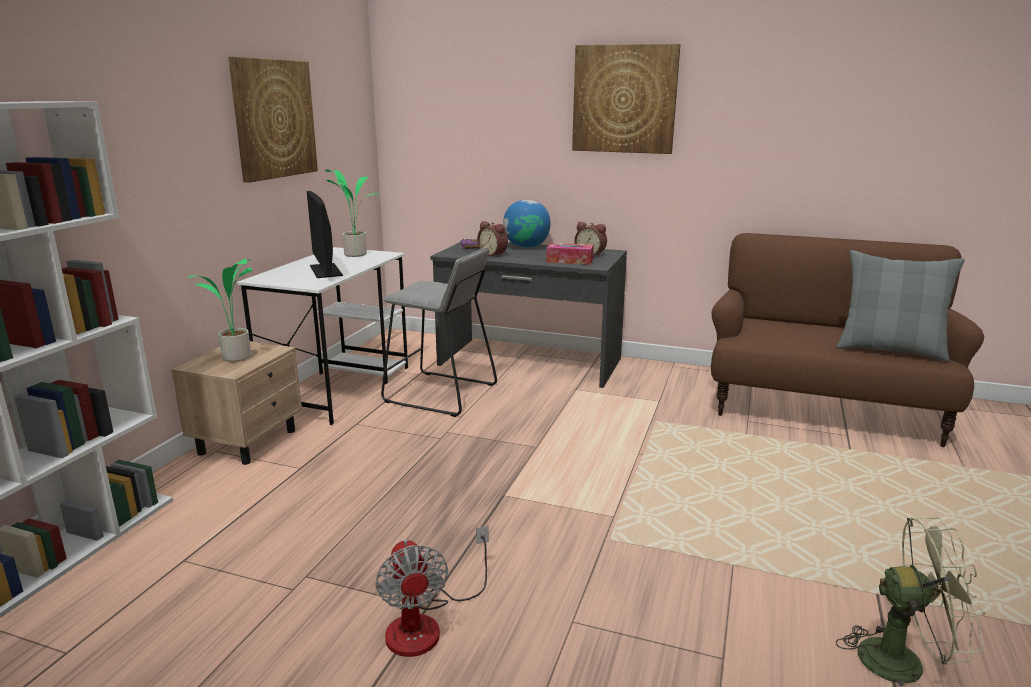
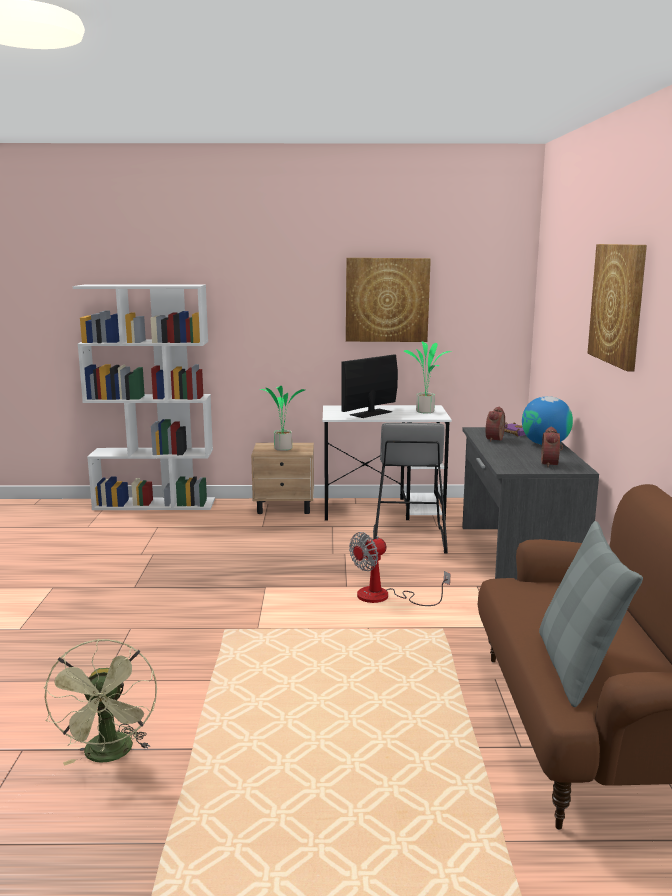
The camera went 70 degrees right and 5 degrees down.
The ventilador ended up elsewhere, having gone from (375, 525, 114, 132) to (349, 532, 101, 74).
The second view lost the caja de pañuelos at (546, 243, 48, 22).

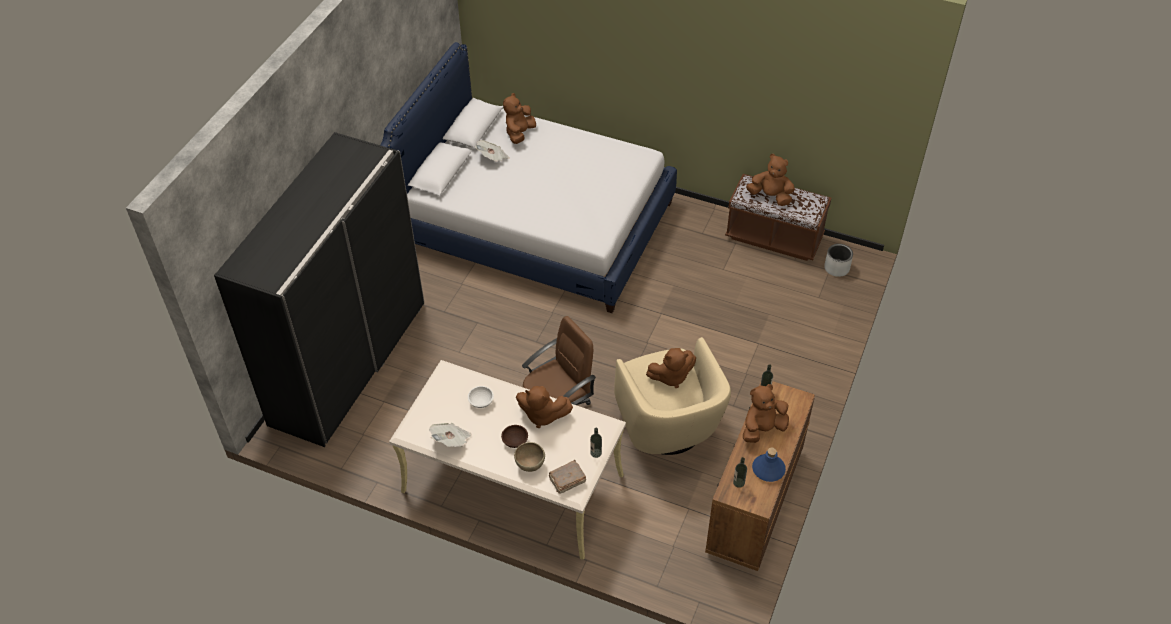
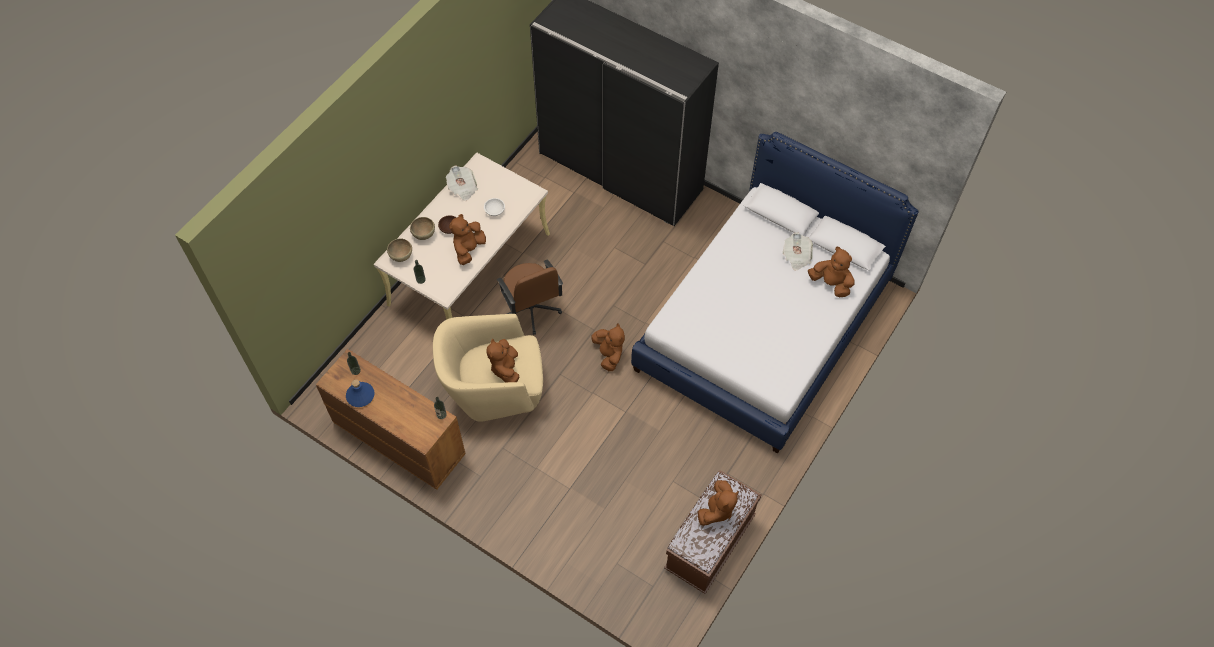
The camera went 100 degrees right and 10 degrees up.
Where the libro/marrón stood at (549, 460, 37, 34), the cuenco/marrón came to stand at (387, 239, 25, 23).
The peluche/marrón ended up elsewhere, having gone from (743, 384, 46, 59) to (592, 323, 33, 48).
The second view lost the maceta/gris at (824, 244, 29, 33).

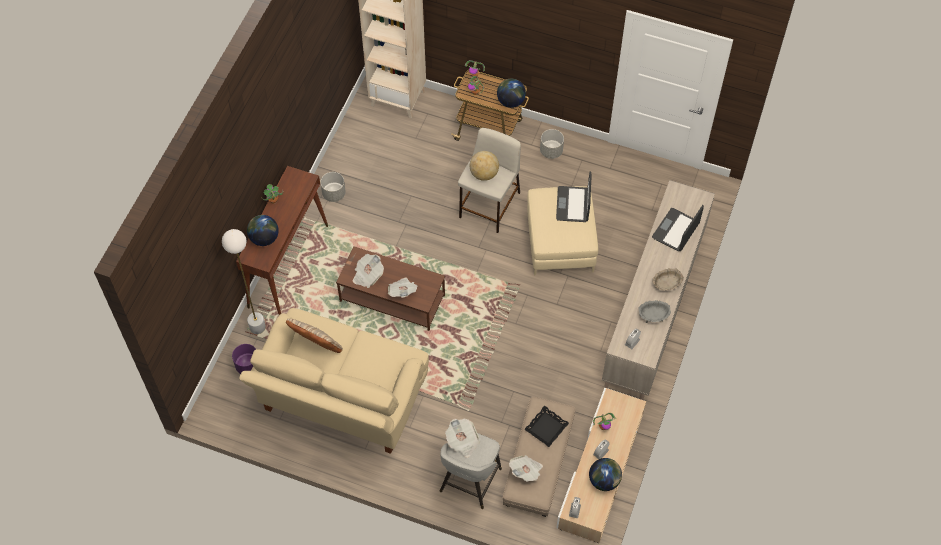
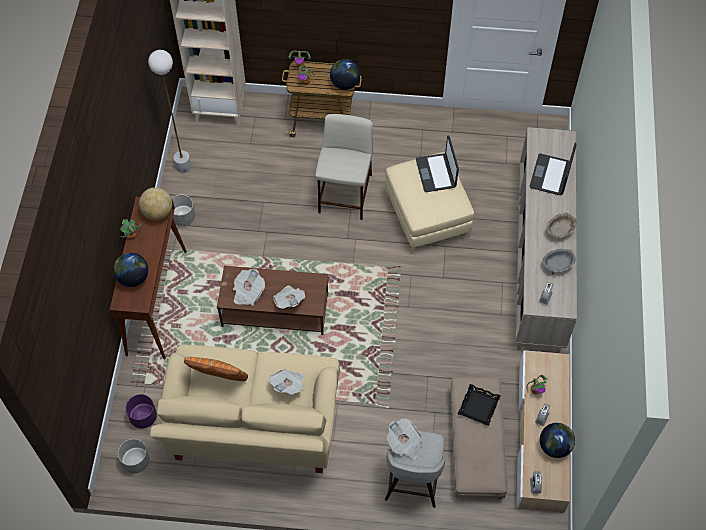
The camera went 15 degrees left and 0 degrees up.
The maceta/gris ended up elsewhere, having gone from (540, 129, 24, 30) to (118, 439, 32, 35).
The globo terráqueo ended up elsewhere, having gone from (469, 151, 30, 30) to (139, 187, 33, 33).
The lámpara de pie/blanco ended up elsewhere, having gone from (222, 229, 44, 105) to (148, 50, 43, 123).
What was the cojín/beis at (286, 318, 57, 35) turned into the cojín/naranja at (184, 357, 64, 24).
The periódico ended up elsewhere, having gone from (509, 455, 34, 27) to (269, 369, 36, 25).

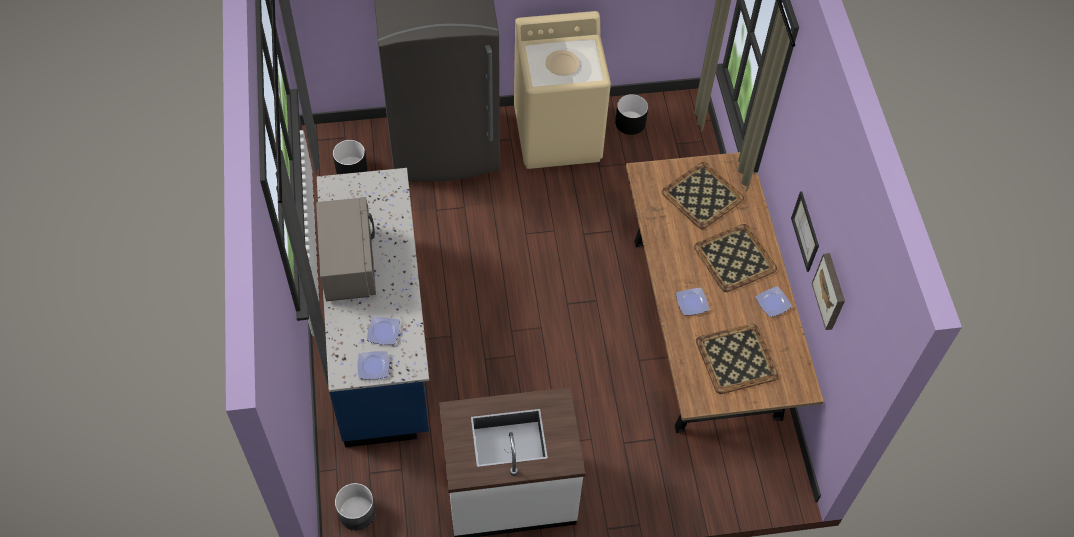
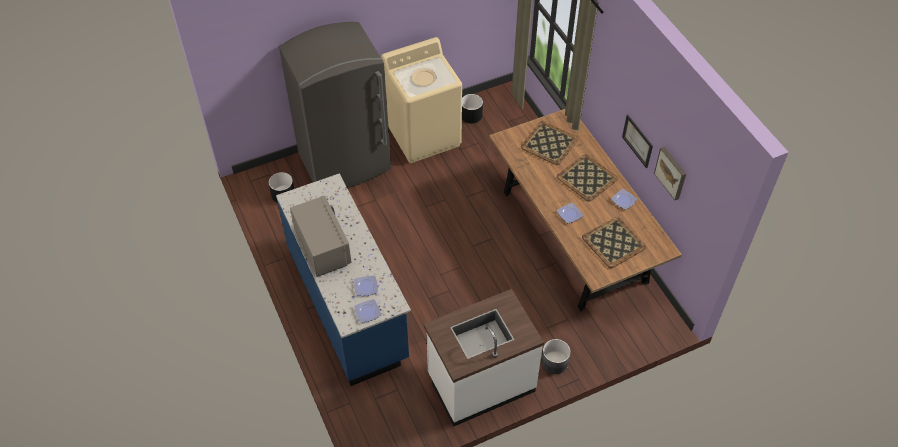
The camera went 15 degrees left and 5 degrees down.
The maceta/gris ended up elsewhere, having gone from (335, 483, 41, 47) to (541, 339, 30, 35).

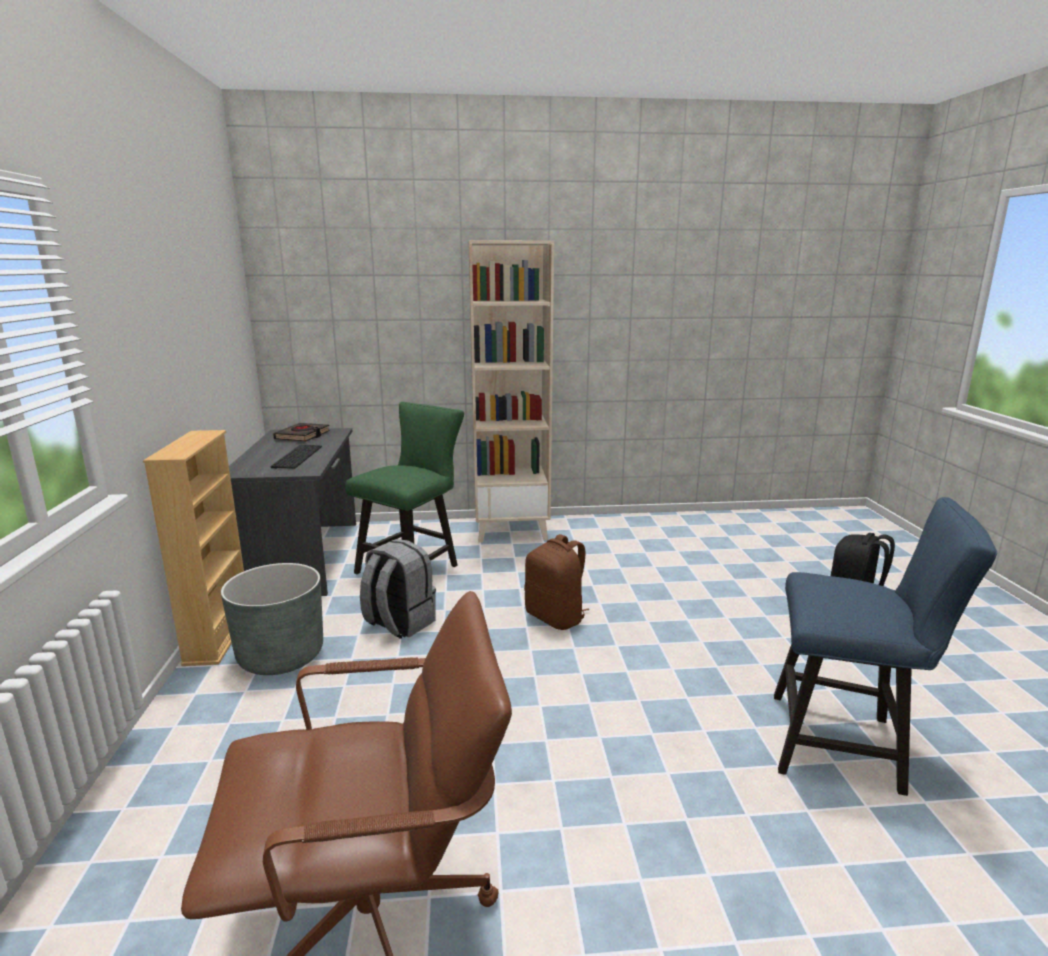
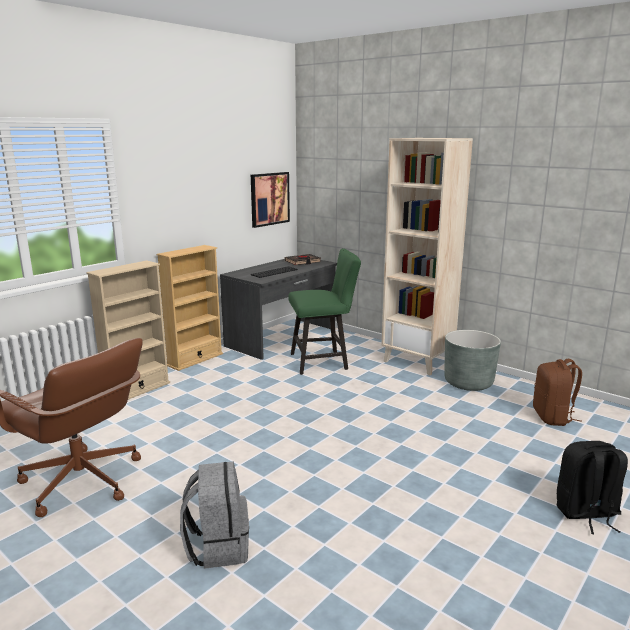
The camera went 45 degrees right and 0 degrees up.
The second view gained the estantería/beis at (86, 261, 84, 139).
The mochila/gris ended up elsewhere, having gone from (360, 539, 76, 100) to (180, 462, 69, 107).
The second view gained the cuadro at (251, 172, 39, 56).
The maceta/gris ended up elsewhere, having gone from (221, 563, 102, 112) to (444, 330, 57, 61).
The mochila/marrón ended up elsewhere, having gone from (524, 534, 66, 96) to (533, 359, 49, 67).
The second view lost the silla/azul at (774, 497, 223, 299).

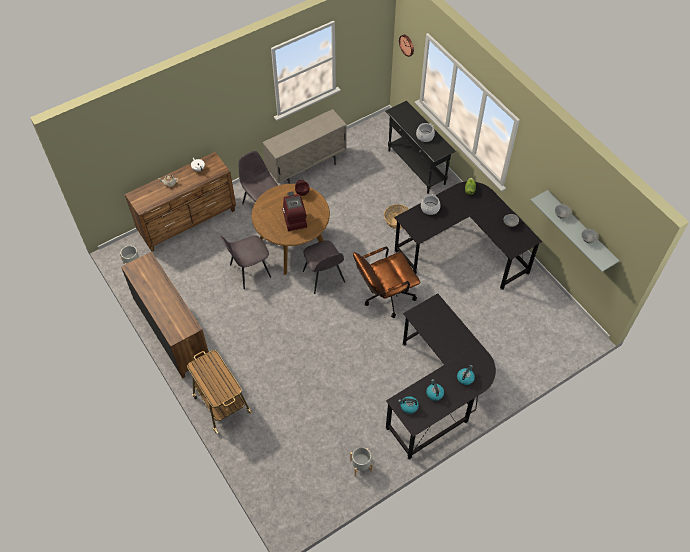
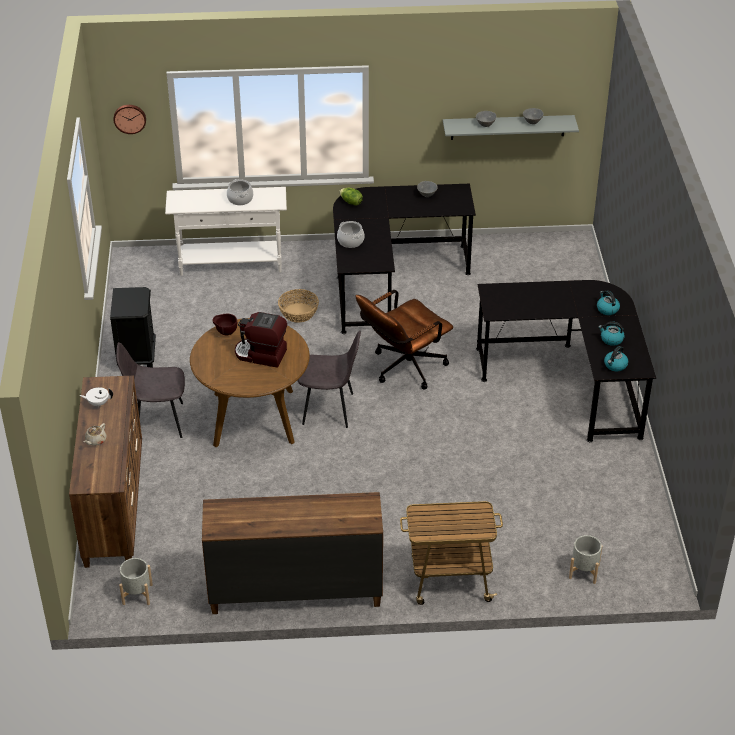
The camera went 60 degrees left and 15 degrees down.
Where the armario/beis stood at (262, 109, 85, 75), the mesita de noche/negro came to stand at (110, 287, 46, 80).
What was the mesa consola/negro at (385, 101, 71, 93) turned into the mesa consola/blanco at (165, 187, 122, 89).
The silla de oficina/marrón at (353, 247, 67, 71) ended up facing another way, 45 degrees clockwise from before.
The maceta/gris ended up elsewhere, having gone from (350, 447, 23, 30) to (569, 535, 33, 49).
The second view lost the silla/gris at (221, 236, 50, 53).

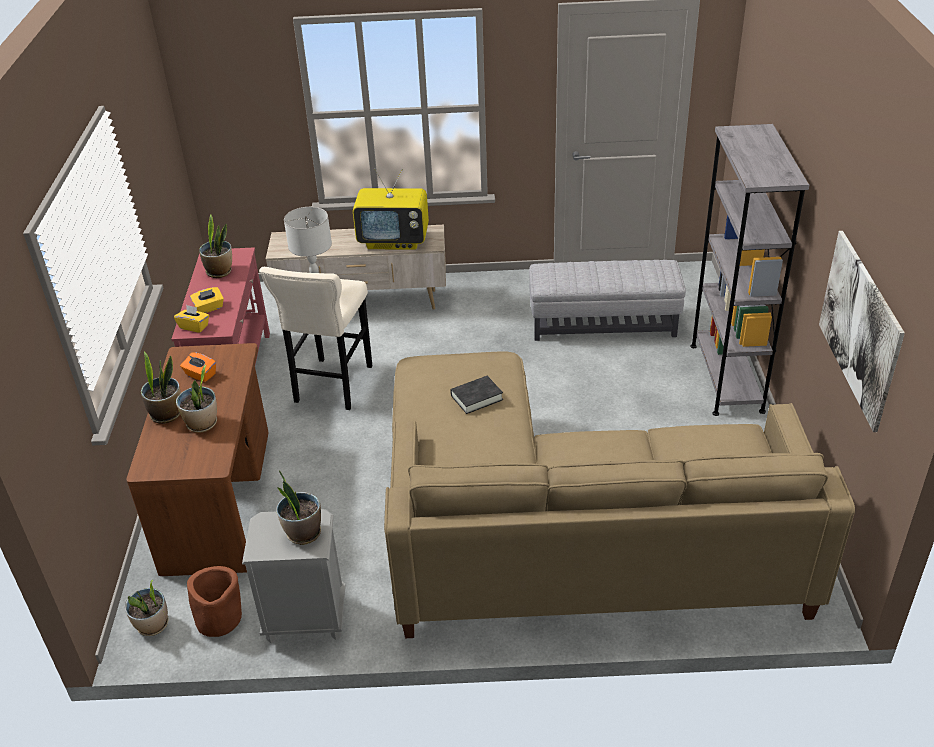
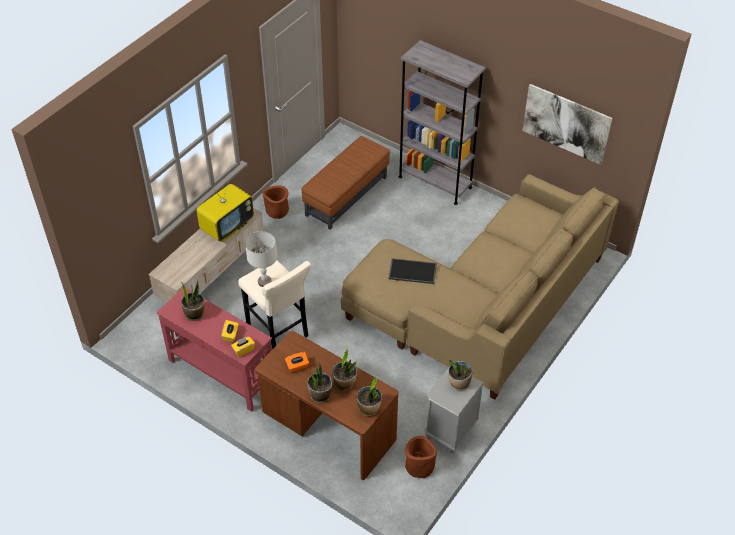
The camera went 55 degrees left and 10 degrees up.
The second view gained the maceta/marrón at (262, 185, 27, 34).
What was the puf/gris at (529, 260, 157, 81) turned into the puf/marrón at (302, 136, 88, 94).
The planta en maceta ended up elsewhere, having gone from (125, 580, 44, 56) to (357, 376, 25, 40).
Where the libro/negro stood at (450, 376, 53, 38), the bandeja came to stand at (388, 258, 49, 26).

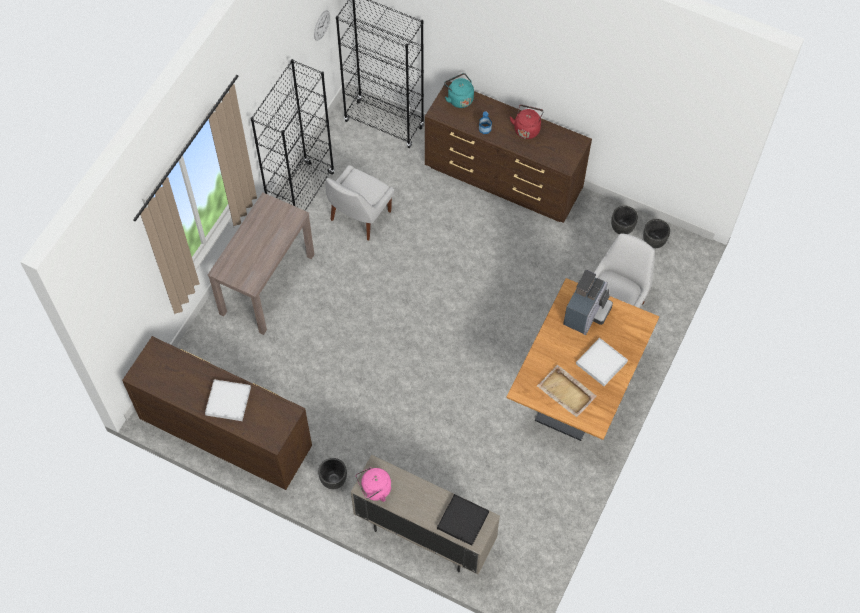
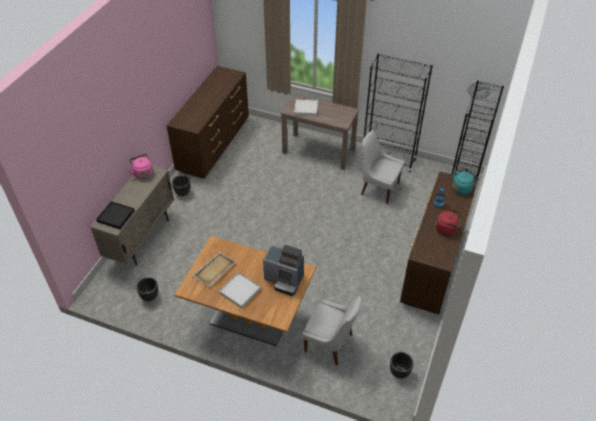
The camera went 85 degrees right and 15 degrees down.
The maceta/negro ended up elsewhere, having gone from (611, 206, 27, 28) to (136, 277, 22, 24).
The bandeja/blanco ended up elsewhere, having gone from (205, 379, 46, 42) to (294, 99, 24, 17).

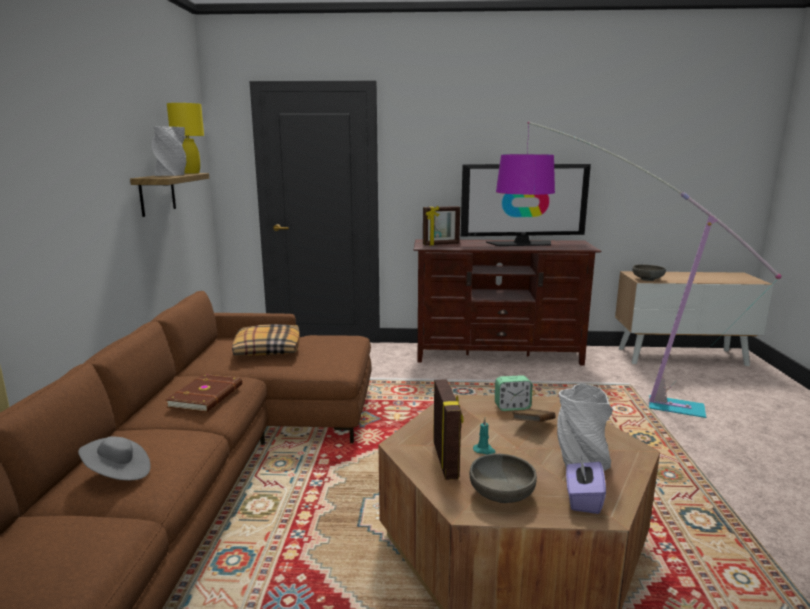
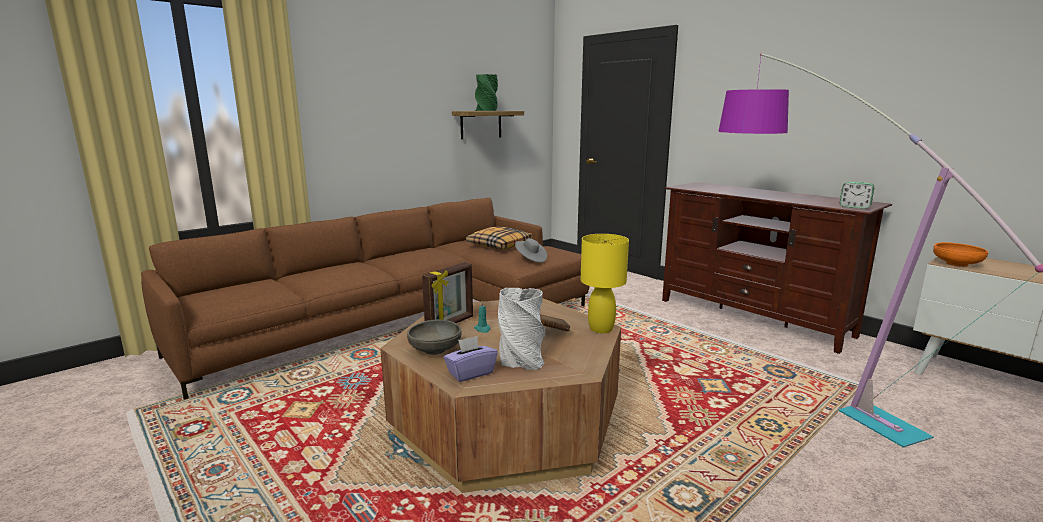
The camera went 45 degrees right and 0 degrees up.
What was the florero/gris at (152, 126, 34, 50) turned into the florero/verde at (475, 74, 23, 37).
The sombrero/gris ended up elsewhere, having gone from (78, 436, 73, 44) to (515, 238, 32, 25).
The lámpara de mesa/amarillo ended up elsewhere, having gone from (167, 103, 37, 71) to (581, 234, 48, 99).
The despertador ended up elsewhere, having gone from (495, 375, 37, 36) to (840, 182, 35, 27).
What was the cuenco/gris at (633, 264, 33, 17) turned into the cuenco/naranja at (933, 242, 55, 25).
The second view lost the libro/marrón at (166, 374, 76, 38).
The second view lost the portarretratos at (423, 206, 37, 39).
The second view lost the televisor at (461, 164, 130, 82).

